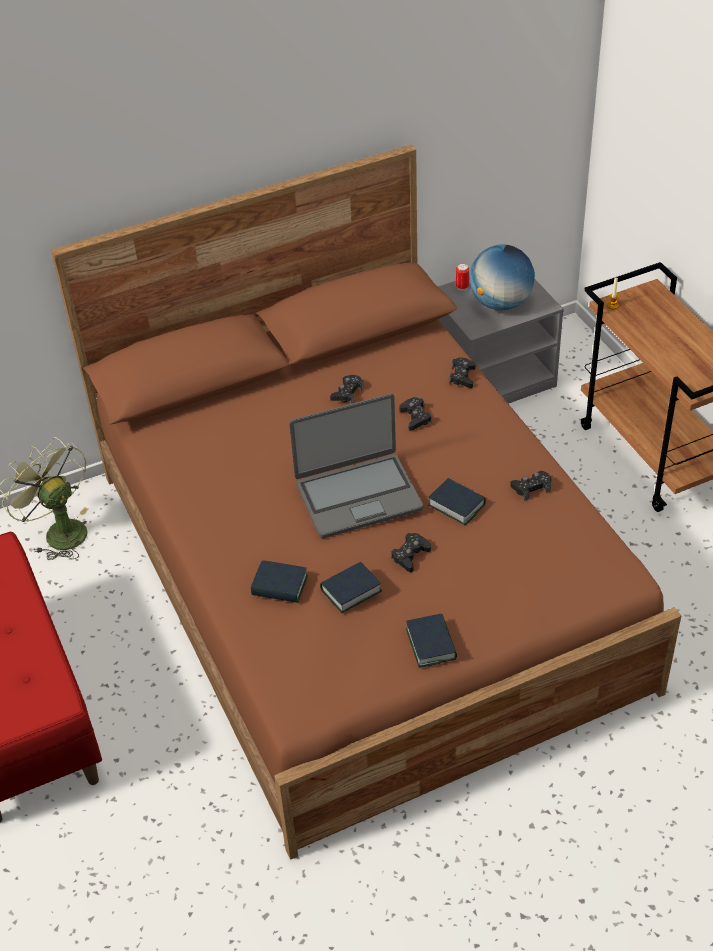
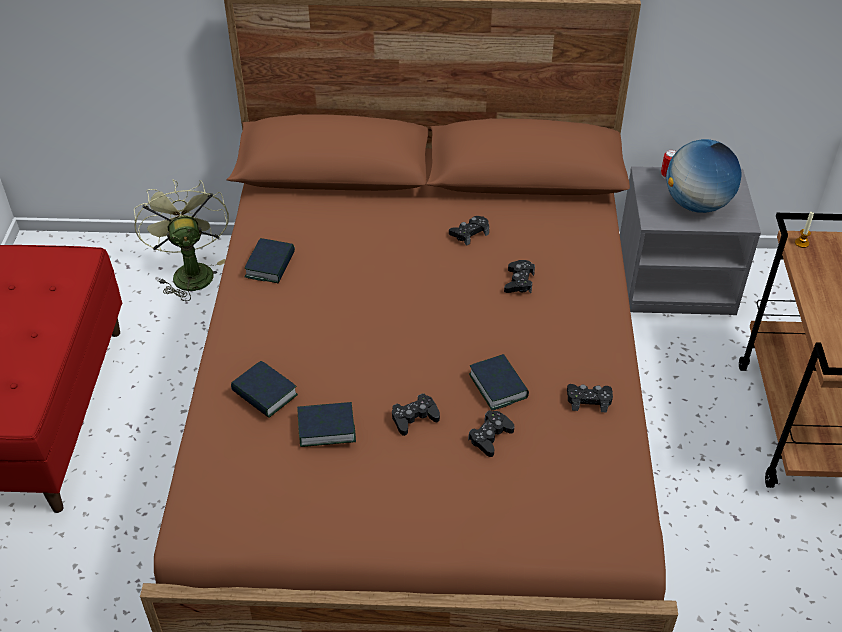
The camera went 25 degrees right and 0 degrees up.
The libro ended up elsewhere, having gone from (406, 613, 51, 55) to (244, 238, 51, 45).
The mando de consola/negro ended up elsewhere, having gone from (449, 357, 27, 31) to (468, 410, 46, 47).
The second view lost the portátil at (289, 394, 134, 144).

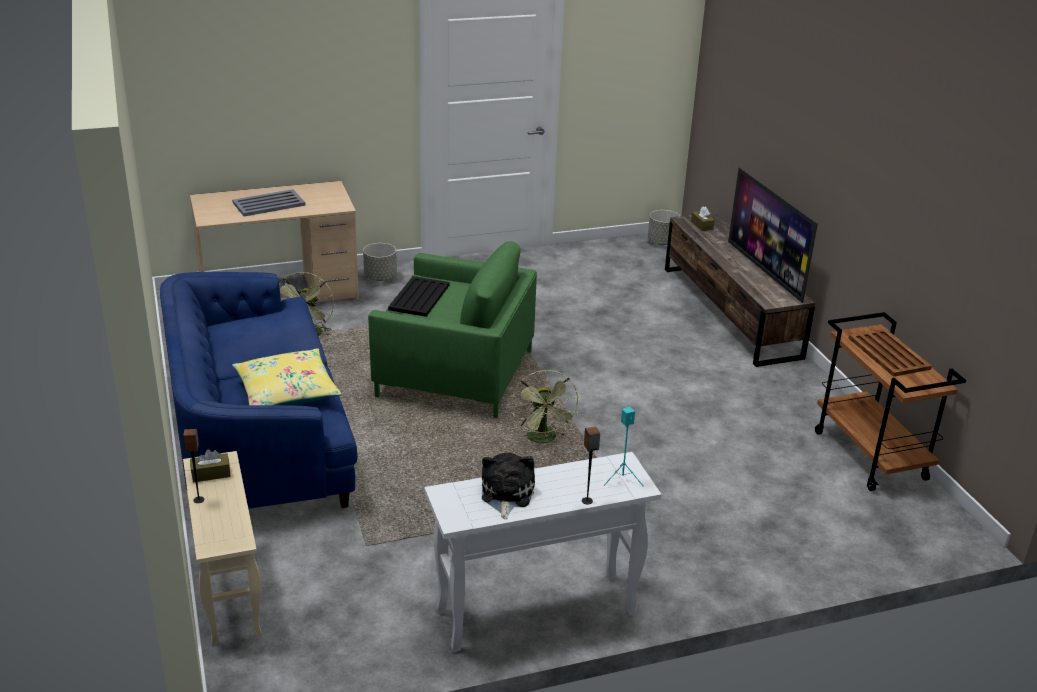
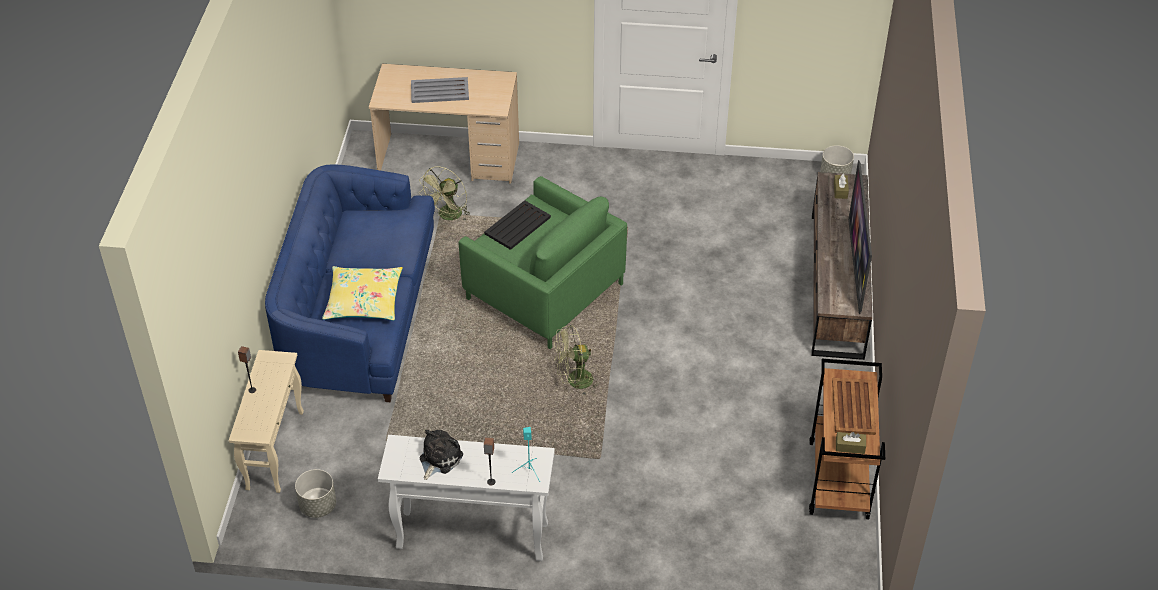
The camera went 25 degrees right and 15 degrees up.
The maceta/gris ended up elsewhere, having gone from (363, 243, 34, 38) to (295, 469, 41, 49).
The ventilador/verde at (511, 370, 68, 73) ended up facing another way, 60 degrees clockwise from before.
The caja de pañuelos/marrón ended up elsewhere, having gone from (190, 449, 41, 34) to (836, 432, 30, 22).

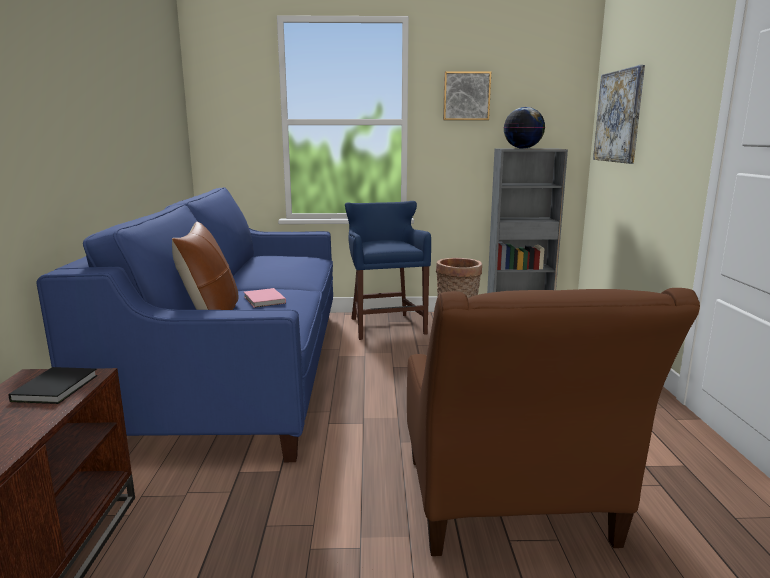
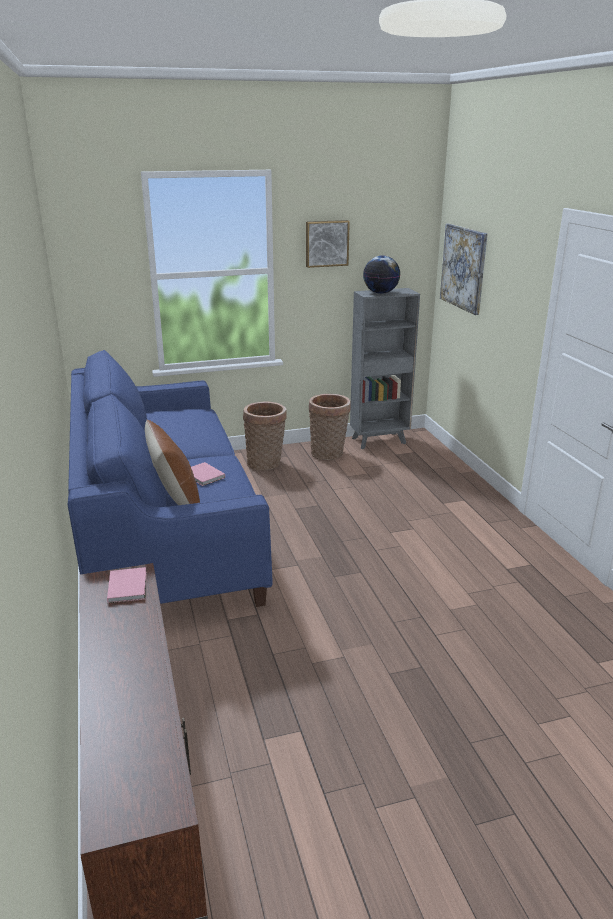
The camera went 15 degrees left and 10 degrees up.
What was the libro/negro at (8, 367, 89, 37) turned into the libro/rosa at (107, 567, 39, 36).
Where the taburete/azul stood at (345, 201, 86, 139), the cesta came to stand at (243, 402, 44, 69).
The second view lost the sillón/marrón at (407, 288, 293, 268).

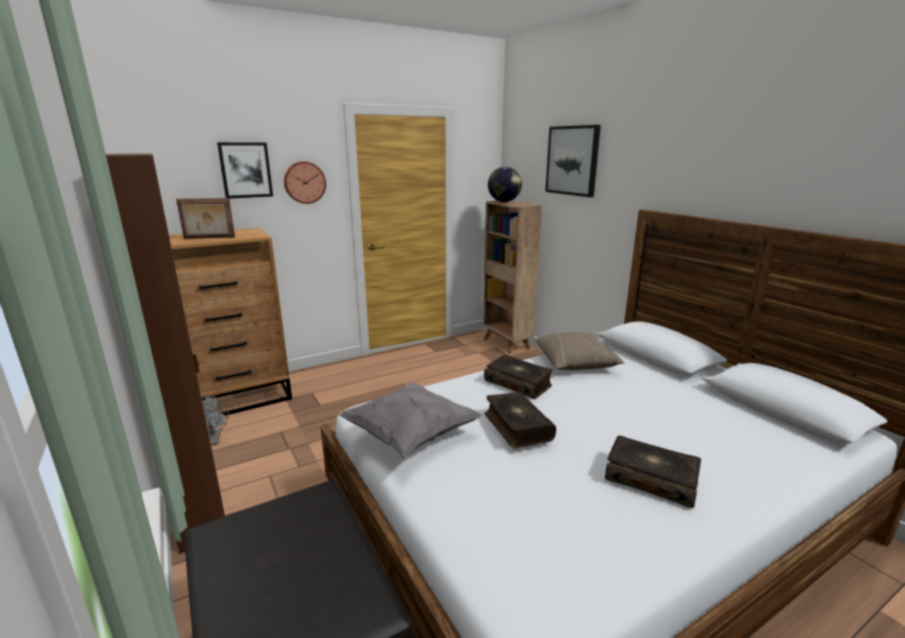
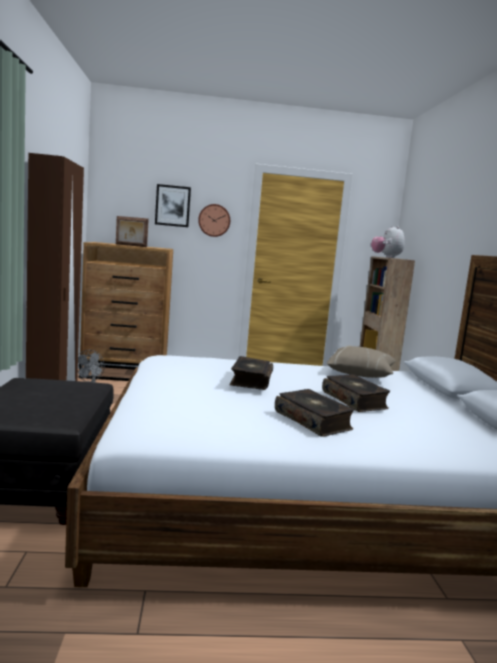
The camera went 25 degrees right and 10 degrees down.
The libro ended up elsewhere, having gone from (484, 355, 69, 44) to (322, 374, 68, 38).
Where the globo terráqueo stood at (488, 167, 34, 35), the peluche came to stand at (371, 226, 34, 32).
The second view lost the cojín/gris at (339, 382, 143, 77).
The second view lost the cuadro at (545, 125, 56, 72).

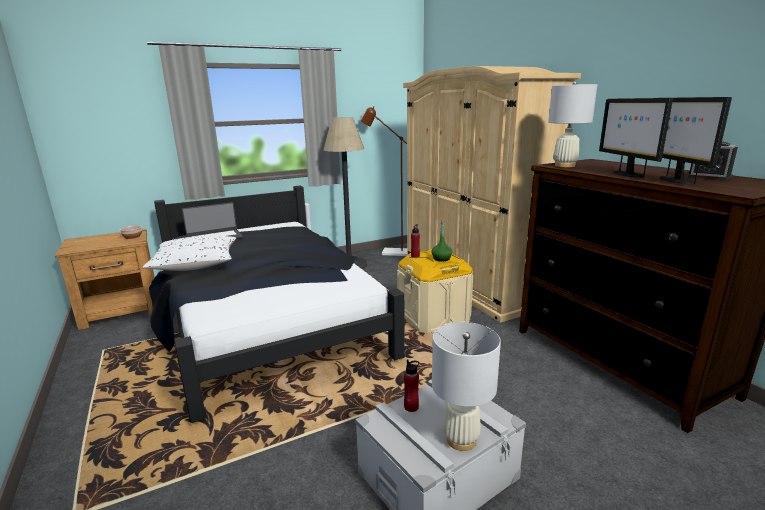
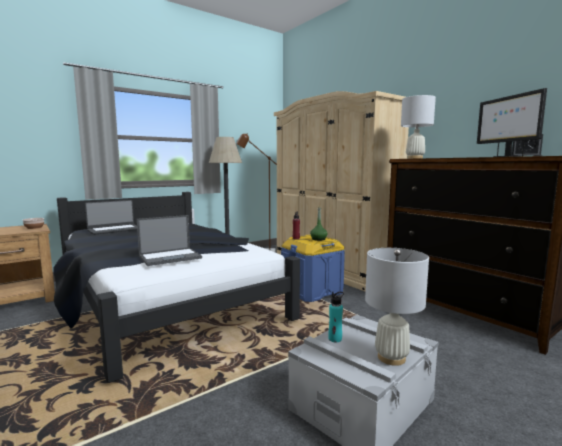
The camera went 10 degrees left and 10 degrees down.
The second view gained the portátil at (137, 215, 65, 51).
What was the caja de almacenaje/beis at (397, 249, 76, 84) turned into the caja de almacenaje/azul at (281, 235, 64, 67).
What was the botella/rojo at (404, 360, 15, 52) turned into the botella/turquesa at (328, 292, 16, 50).
The second view lost the cojín/blanco at (142, 236, 94, 35).
The second view lost the monitor at (599, 98, 74, 79).

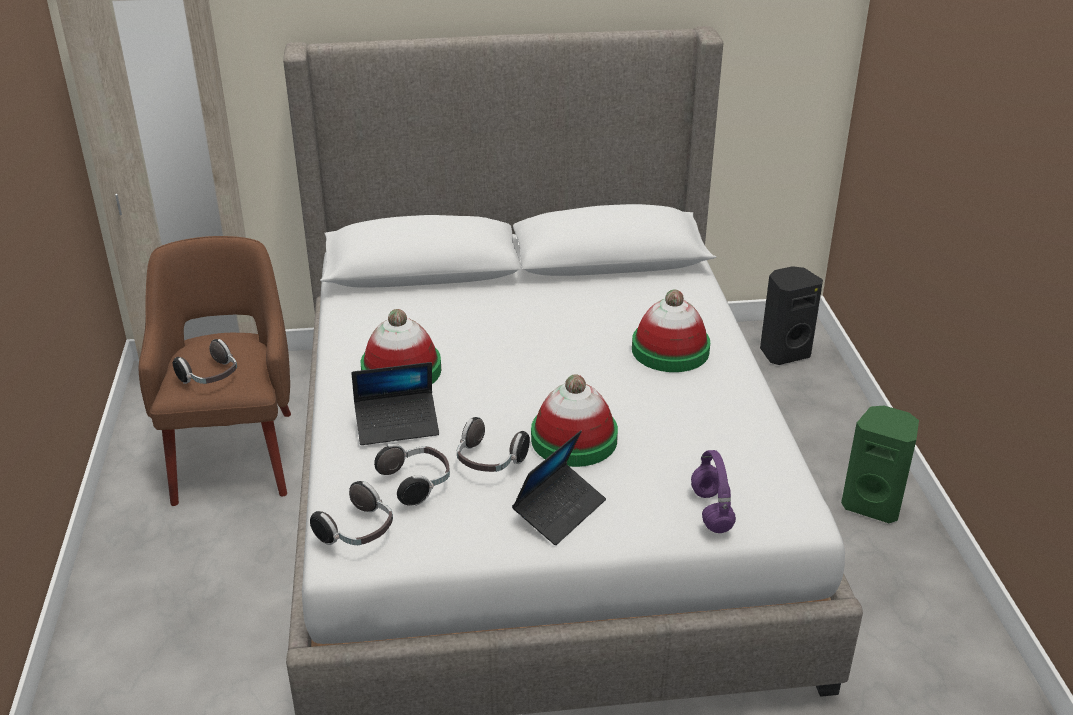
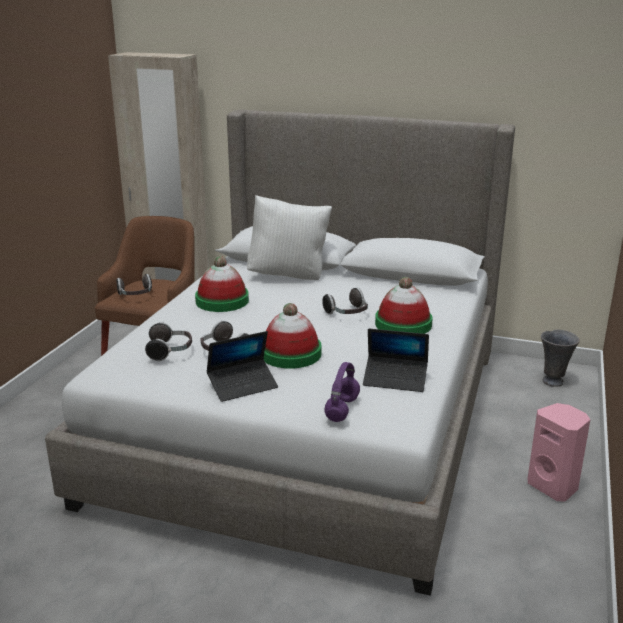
The camera went 25 degrees right and 10 degrees down.
The second view gained the cojín/blanco at (247, 195, 85, 85).
The auriculares ended up elsewhere, having gone from (310, 481, 83, 64) to (322, 288, 46, 26).
The portátil ended up elsewhere, having gone from (351, 362, 88, 83) to (363, 329, 66, 63).
What was the altavoz/verde at (841, 406, 78, 117) turned into the altavoz/rosa at (528, 403, 62, 99).
Where the altavoz/negro stood at (760, 266, 63, 99), the florero/gris came to stand at (541, 329, 39, 58).

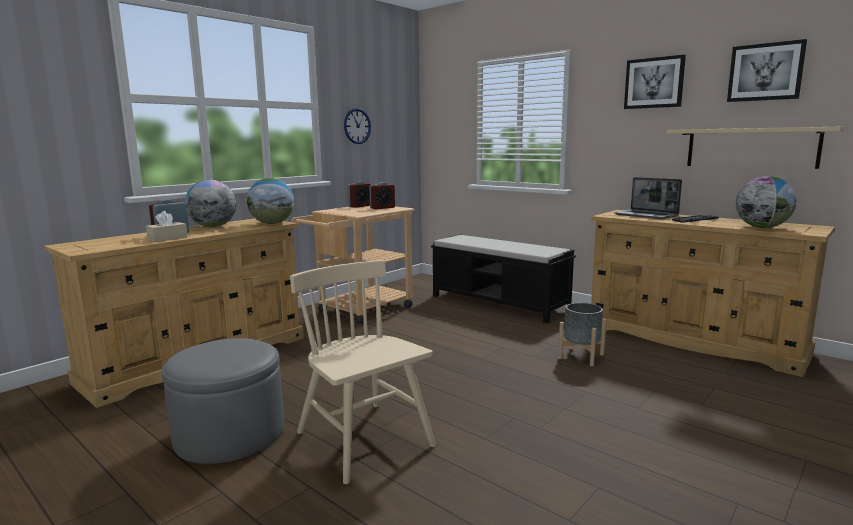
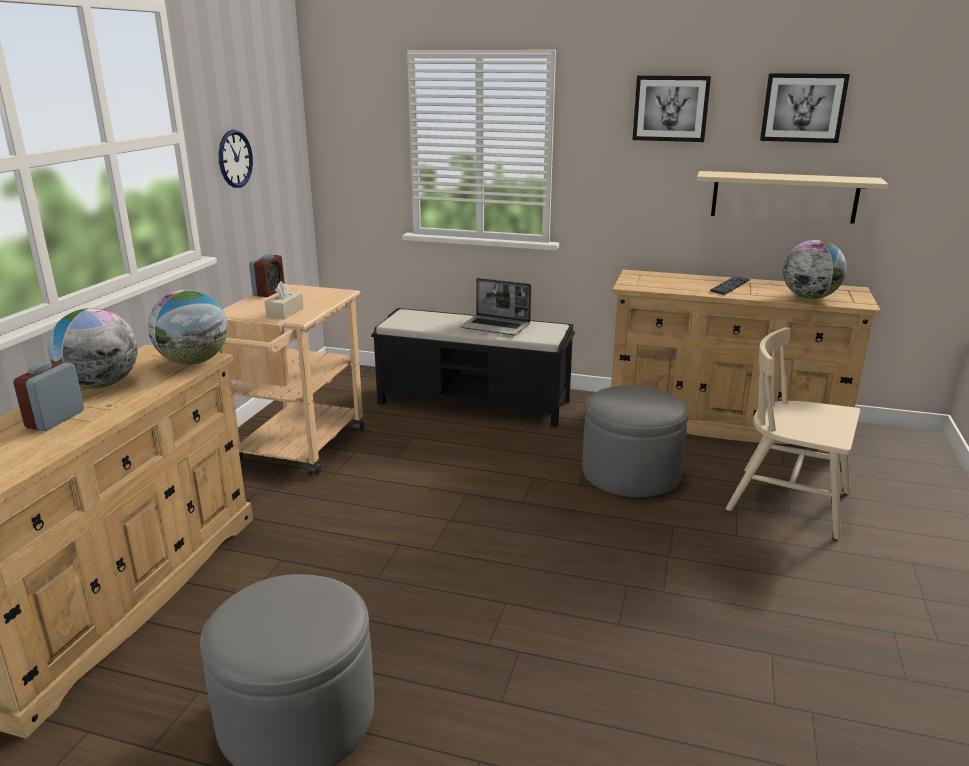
The camera went 25 degrees left and 10 degrees up.
The caja de pañuelos/beis ended up elsewhere, having gone from (146, 211, 41, 31) to (265, 282, 39, 37).
The portátil ended up elsewhere, having gone from (614, 177, 68, 42) to (460, 278, 71, 57).
Where the maceta/gris stood at (558, 303, 49, 63), the puf/gris came to stand at (582, 385, 107, 112).
The silla/beis ended up elsewhere, having gone from (290, 260, 146, 224) to (726, 327, 134, 212).
The second view lost the despertador at (369, 182, 26, 27).

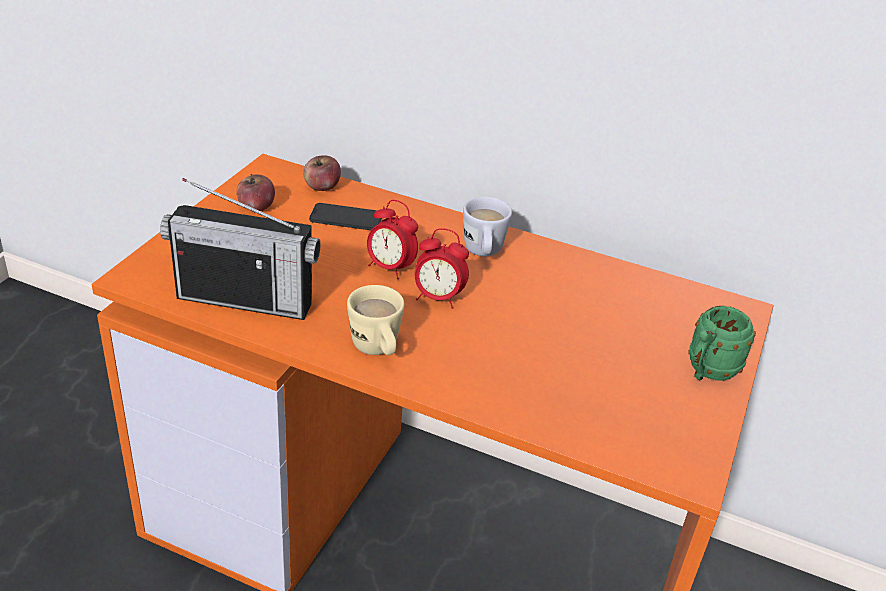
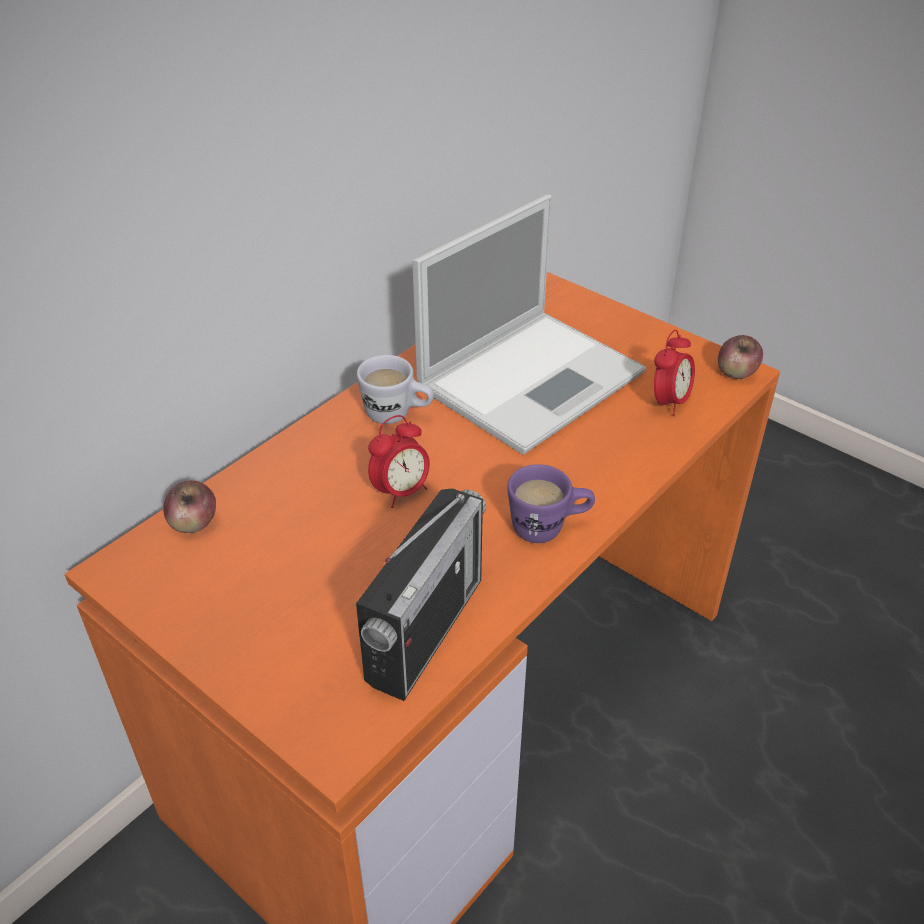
The camera went 70 degrees left and 5 degrees up.
The second view gained the portátil at (412, 194, 234, 261).
What was the taza grande/beis at (347, 285, 58, 70) turned into the taza grande/morado at (507, 464, 88, 79).
The despertador ended up elsewhere, having gone from (415, 228, 54, 81) to (654, 330, 41, 86).
The manzana ended up elsewhere, having gone from (236, 174, 39, 37) to (718, 335, 45, 44).
The second view lost the móvil at (309, 203, 73, 27).
The second view lost the taza grande/verde at (688, 306, 68, 75).

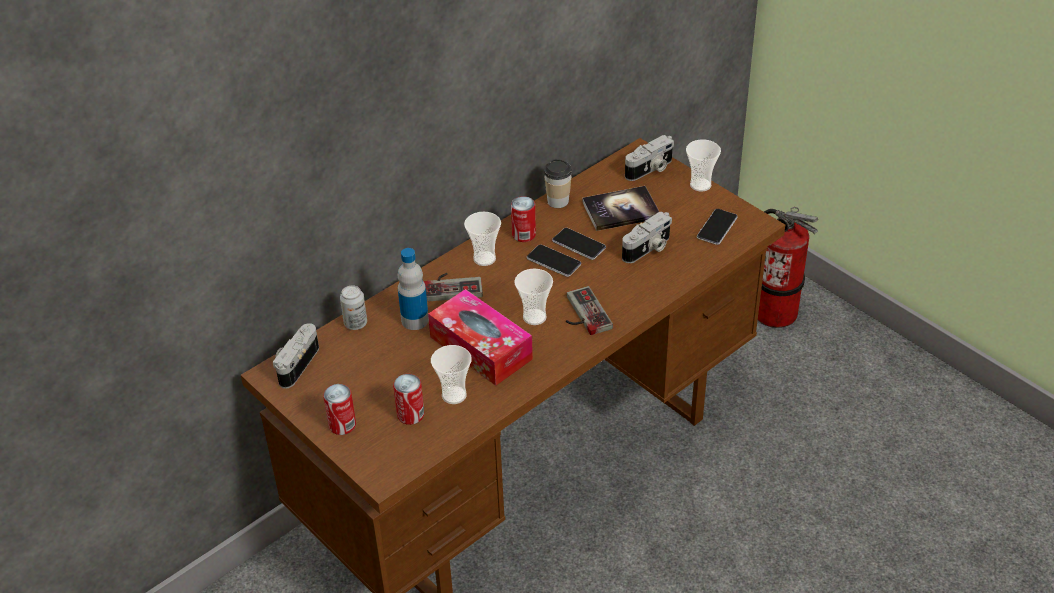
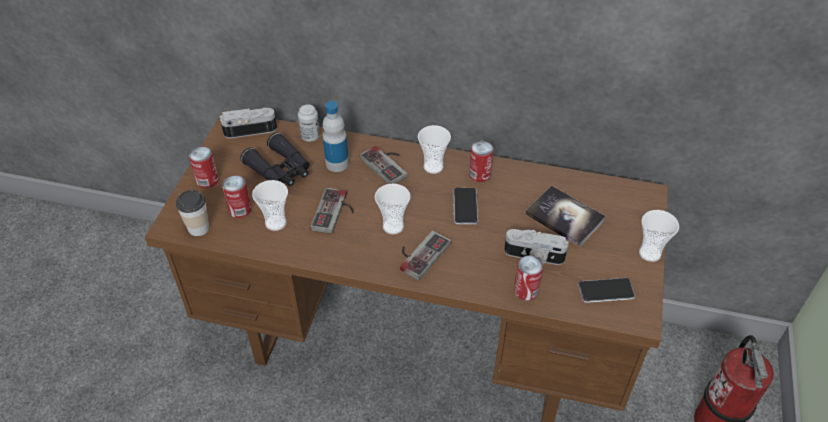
The camera went 55 degrees right and 5 degrees up.
The taza ended up elsewhere, having gone from (544, 159, 28, 49) to (176, 190, 33, 46).
The second view gained the prismáticos/negro at (240, 132, 70, 54).
Where the caja de pañuelos stood at (428, 289, 105, 97), the mando de consola came to stand at (311, 187, 43, 47).
The second view gained the lata at (514, 255, 29, 46).
The second view lost the móvil at (552, 228, 54, 32).
The second view lost the cámara at (625, 135, 49, 46).

